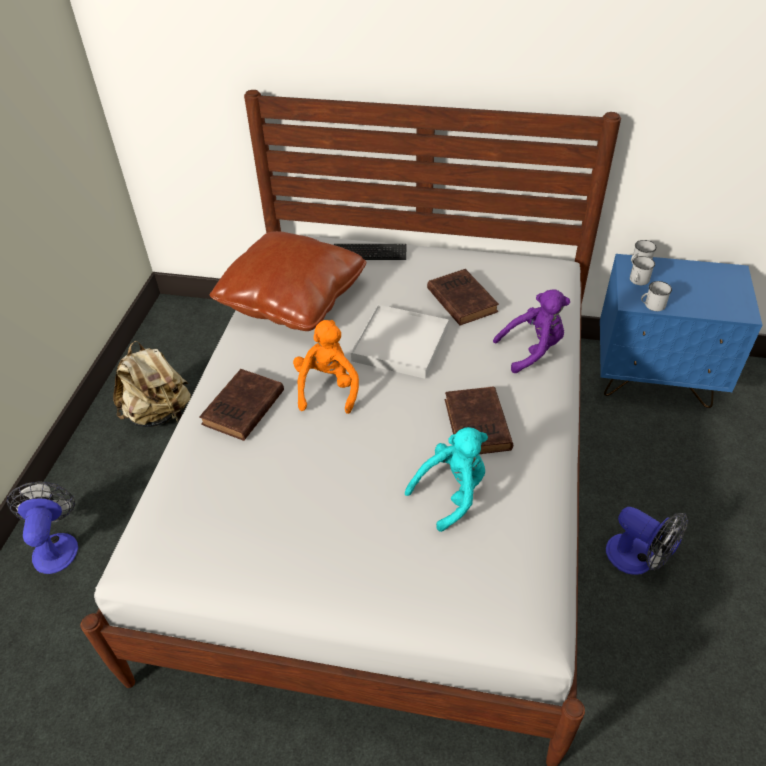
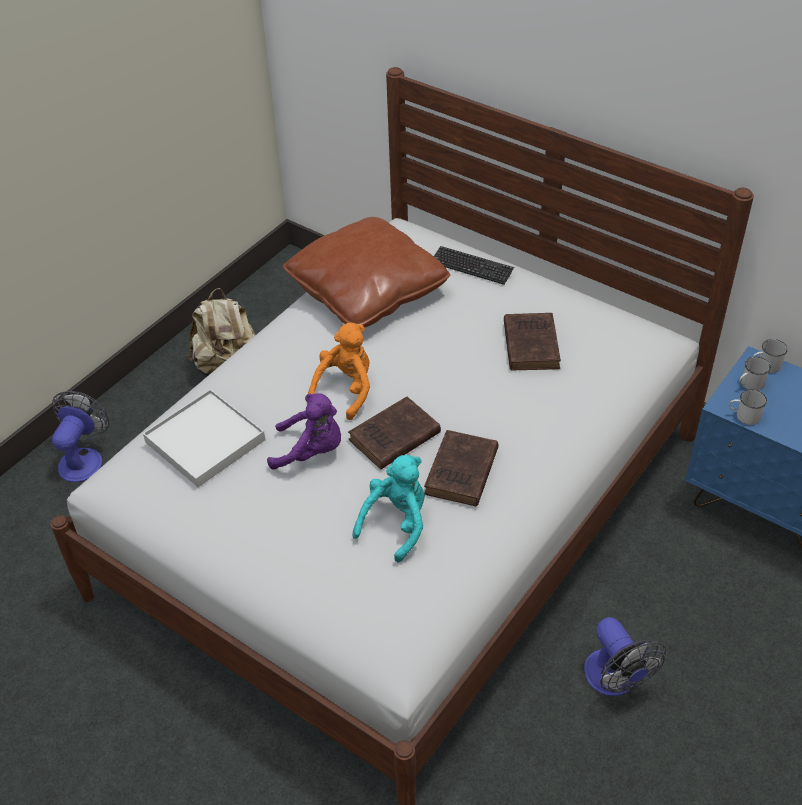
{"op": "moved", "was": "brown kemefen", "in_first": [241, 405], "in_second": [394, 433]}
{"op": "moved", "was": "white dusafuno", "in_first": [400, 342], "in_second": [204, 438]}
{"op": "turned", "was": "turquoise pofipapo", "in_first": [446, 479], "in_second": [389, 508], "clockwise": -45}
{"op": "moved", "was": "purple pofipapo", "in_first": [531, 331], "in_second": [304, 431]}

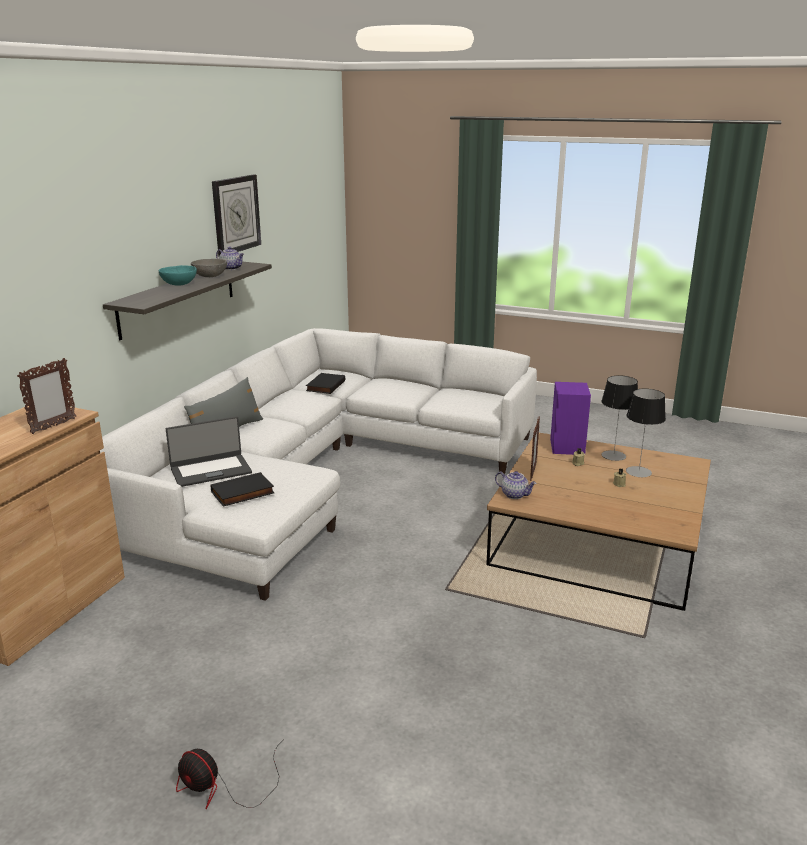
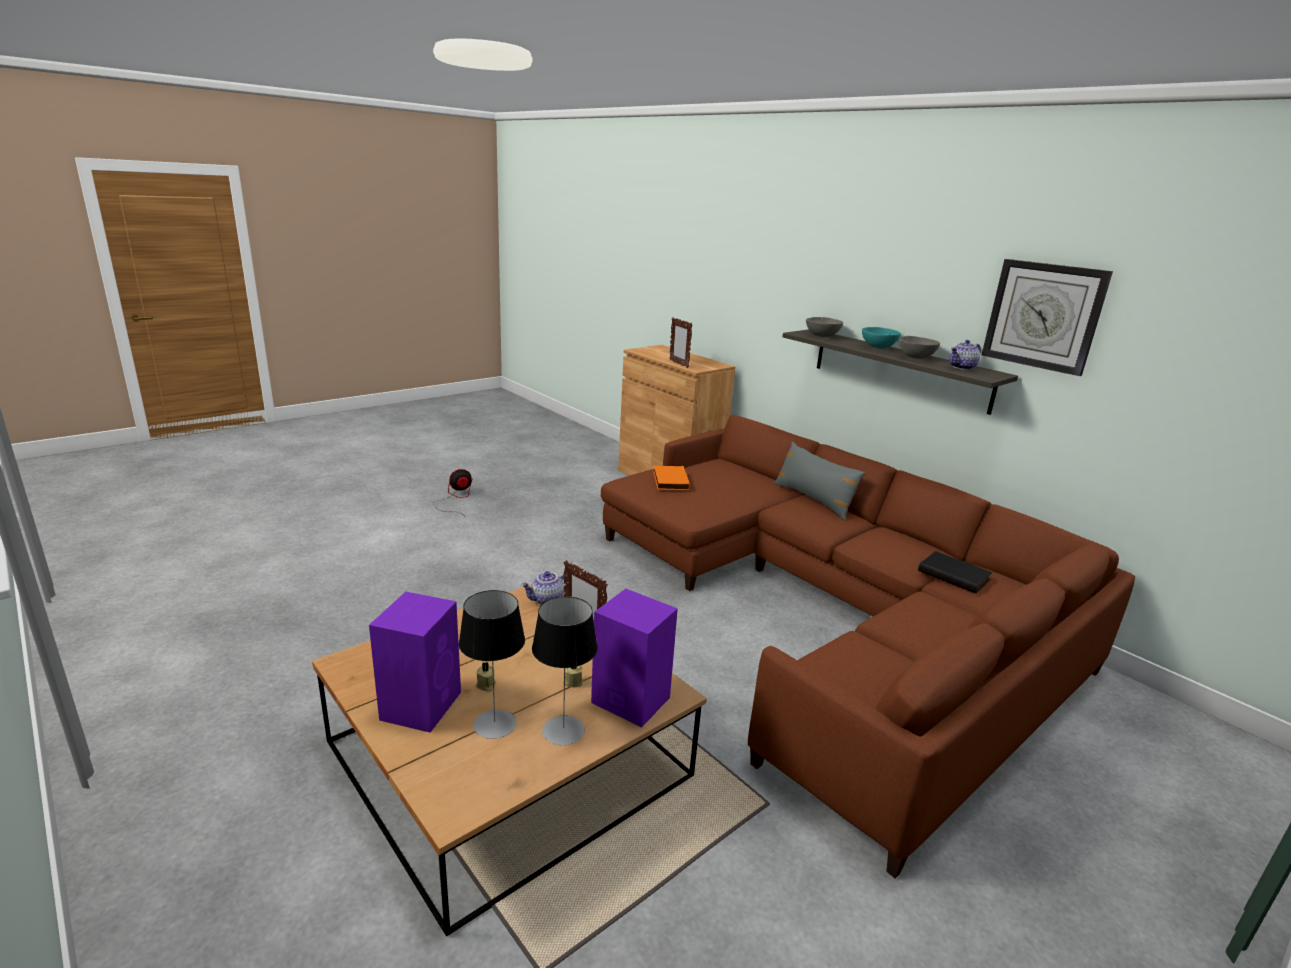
{"op": "recoloured", "was": "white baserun", "now": "brown baserun", "in_first": [318, 464], "in_second": [868, 646]}
{"op": "removed", "was": "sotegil", "in_first": [209, 451]}
{"op": "recoloured", "was": "black kemefen", "now": "orange kemefen", "in_first": [243, 489], "in_second": [671, 478]}
{"op": "added", "now": "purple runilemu", "in_second": [415, 662]}
{"op": "added", "now": "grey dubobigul", "in_second": [824, 327]}

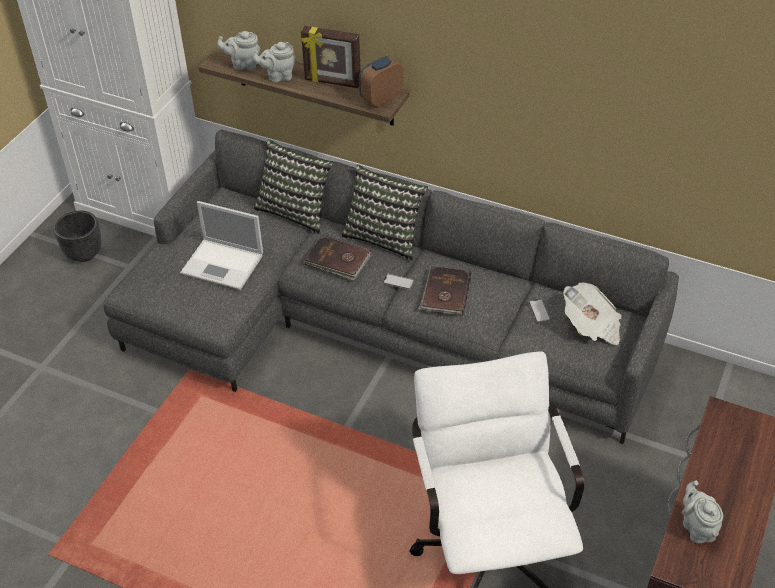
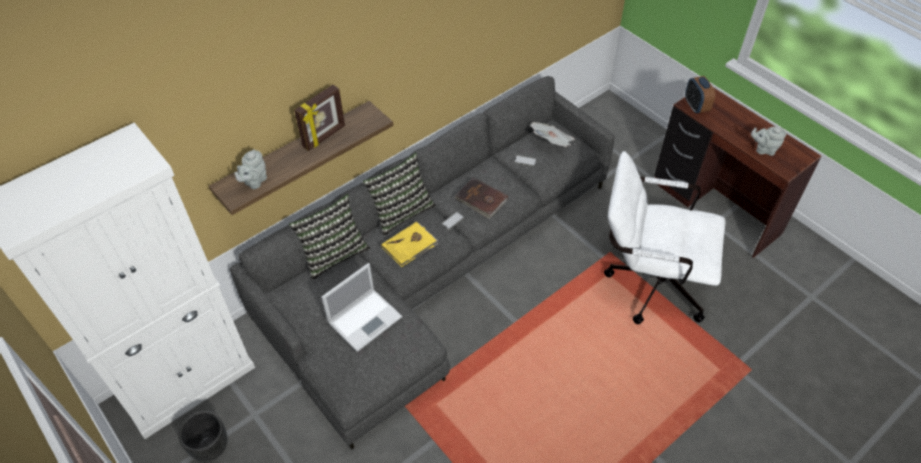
{"op": "removed", "was": "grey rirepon", "in_first": [274, 62]}
{"op": "recoloured", "was": "brown kemefen", "now": "yellow kemefen", "in_first": [337, 258], "in_second": [410, 244]}
{"op": "moved", "was": "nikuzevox", "in_first": [381, 81], "in_second": [700, 94]}

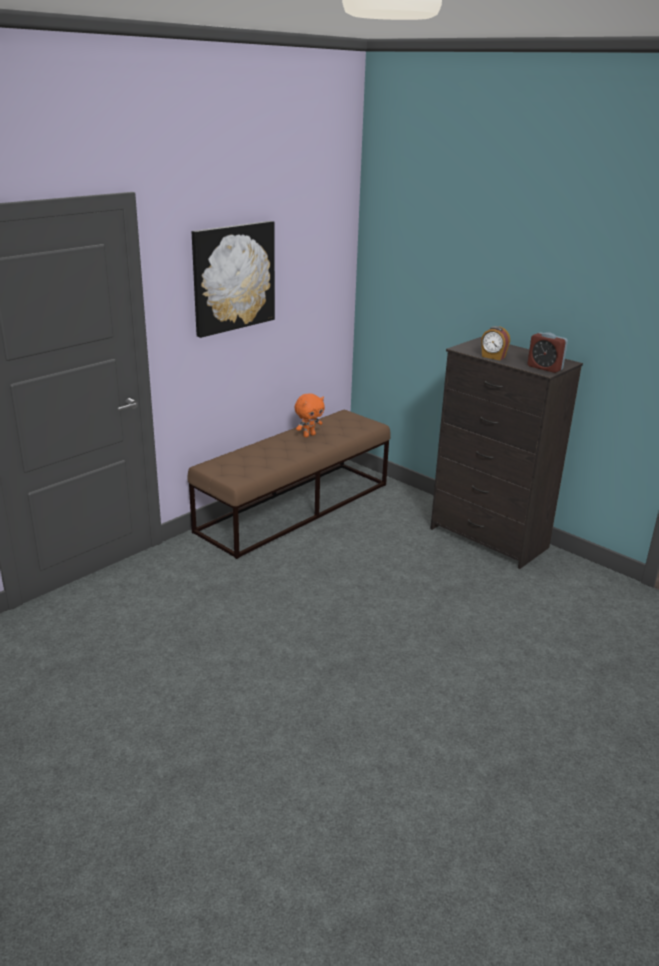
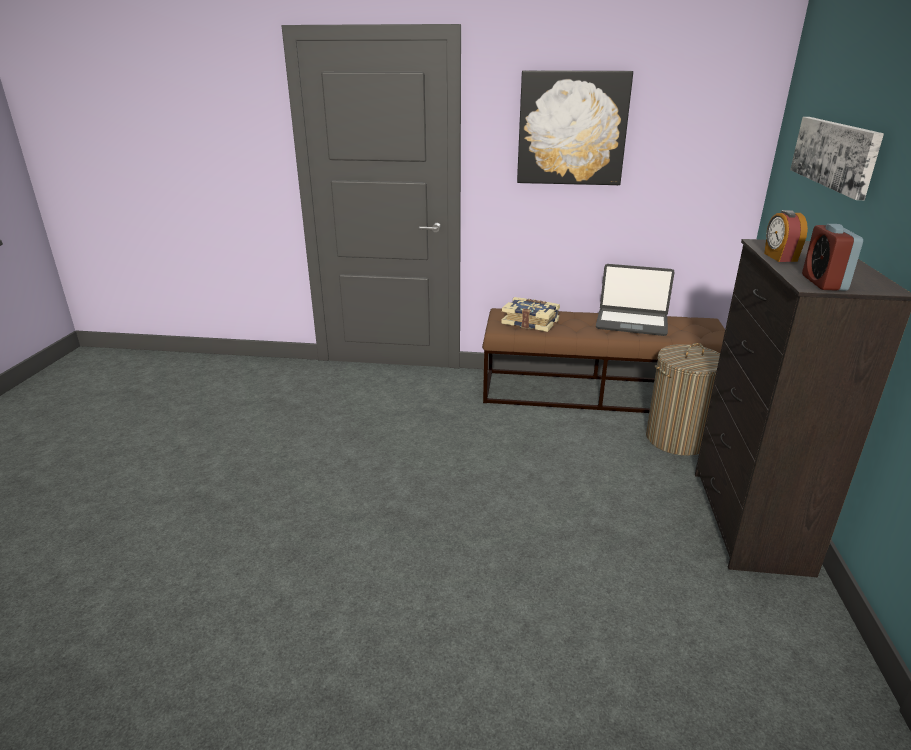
{"op": "replaced", "was": "orange pofipapo", "now": "sotegil", "in_first": [309, 415], "in_second": [635, 300]}
{"op": "added", "now": "kemefen", "in_second": [530, 314]}
{"op": "added", "now": "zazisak", "in_second": [683, 399]}
{"op": "added", "now": "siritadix", "in_second": [837, 158]}

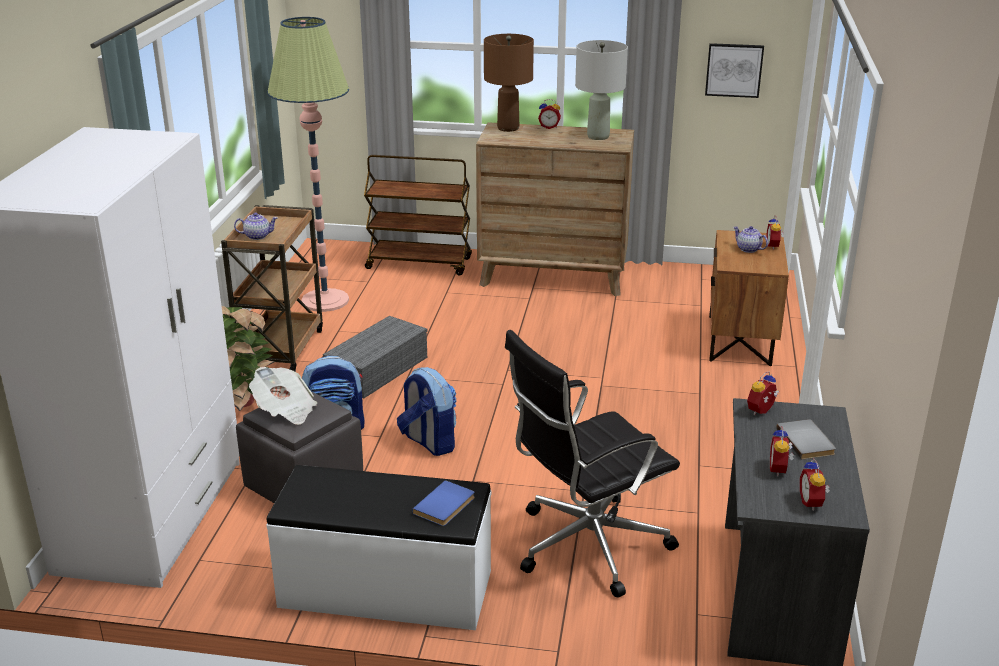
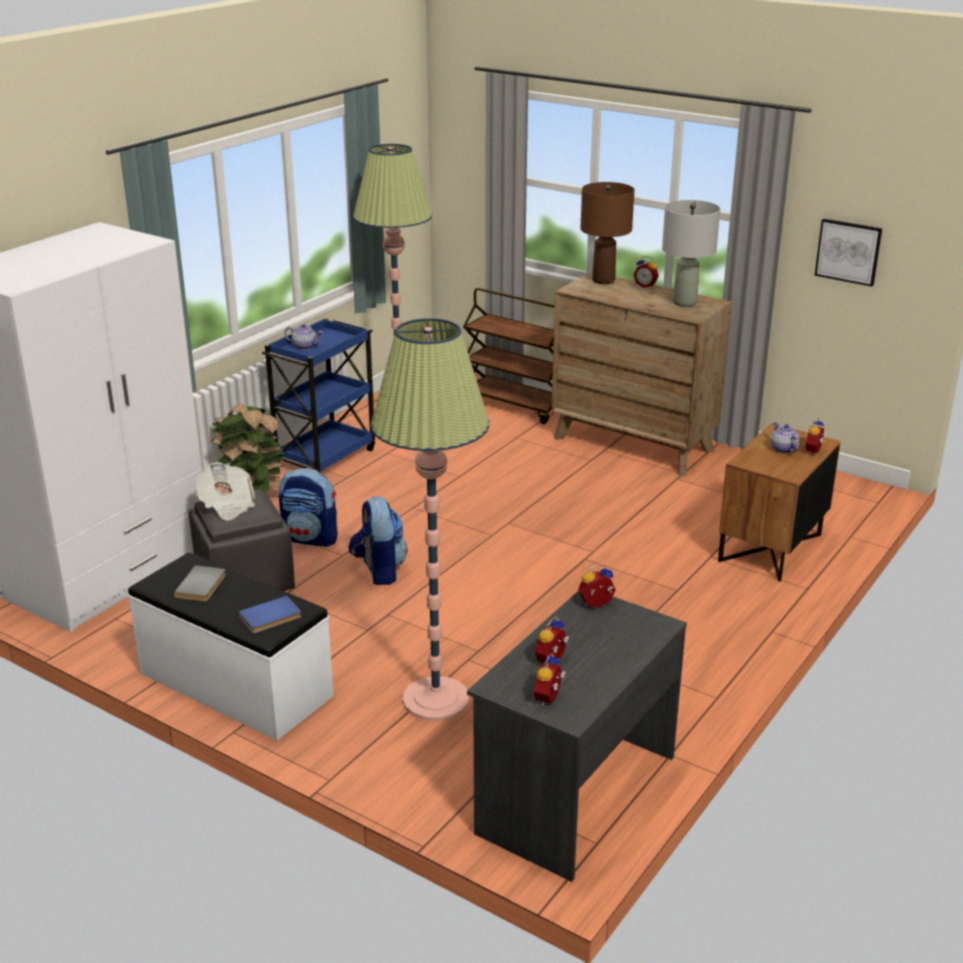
{"op": "recoloured", "was": "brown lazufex", "now": "blue lazufex", "in_first": [272, 288], "in_second": [318, 395]}
{"op": "removed", "was": "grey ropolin", "in_first": [375, 357]}
{"op": "replaced", "was": "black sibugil", "now": "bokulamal", "in_first": [592, 464], "in_second": [430, 519]}
{"op": "moved", "was": "grey kemefen", "in_first": [806, 439], "in_second": [200, 583]}

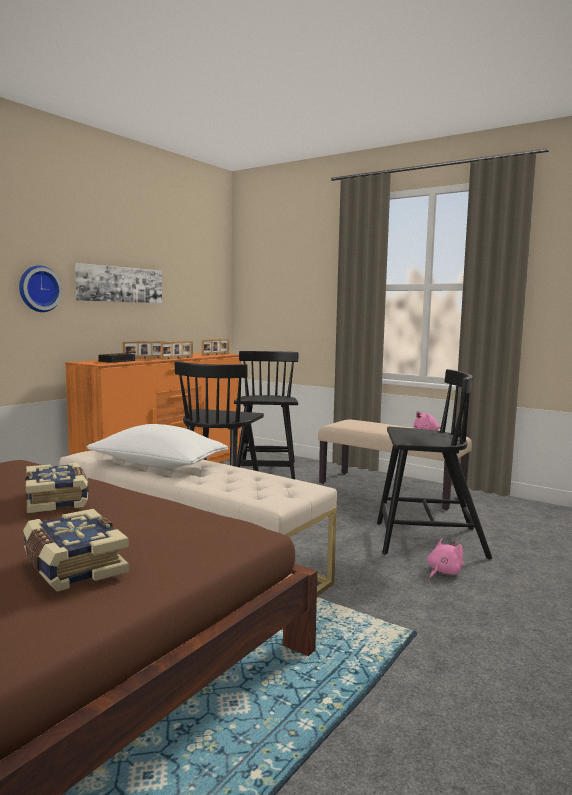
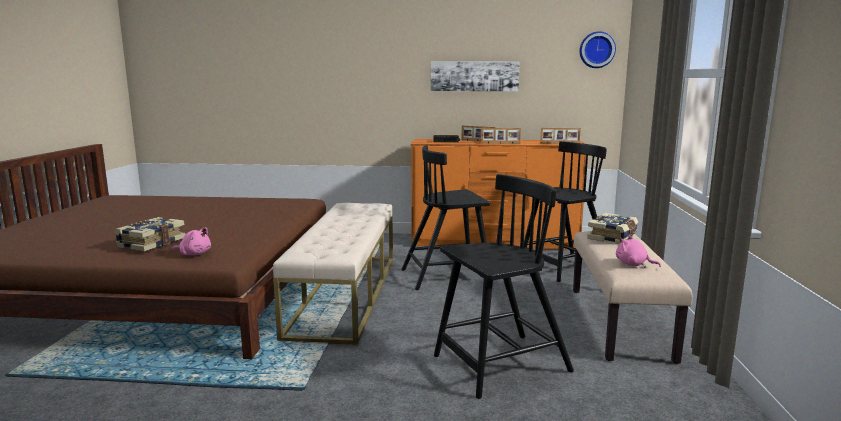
{"op": "moved", "was": "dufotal", "in_first": [40, 288], "in_second": [598, 49]}
{"op": "moved", "was": "kemefen", "in_first": [57, 487], "in_second": [612, 228]}
{"op": "removed", "was": "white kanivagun", "in_first": [157, 446]}
{"op": "turned", "was": "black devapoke", "in_first": [434, 464], "in_second": [504, 286], "clockwise": -90}
{"op": "moved", "was": "pink pofipapo", "in_first": [446, 559], "in_second": [191, 241]}

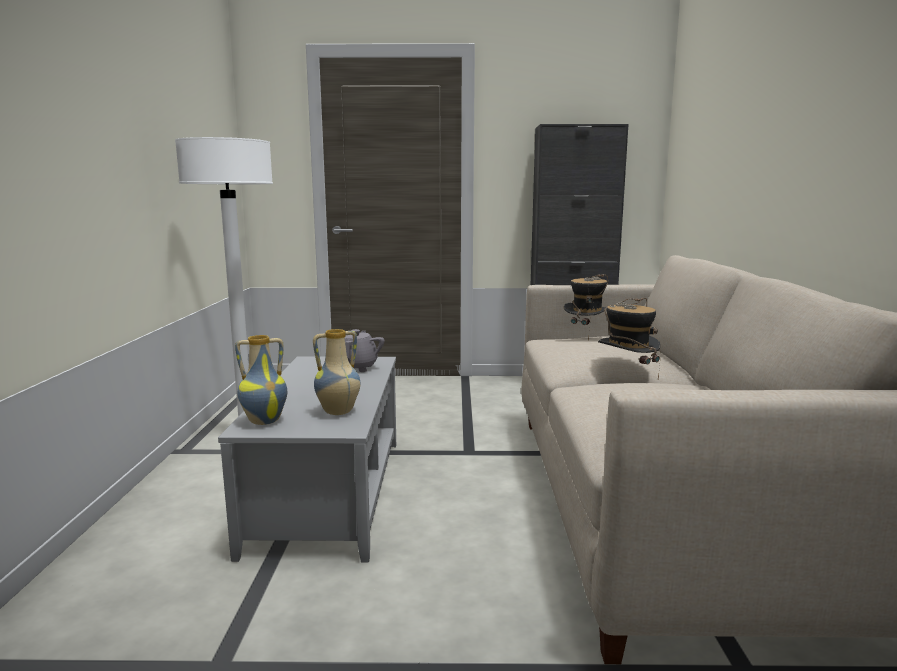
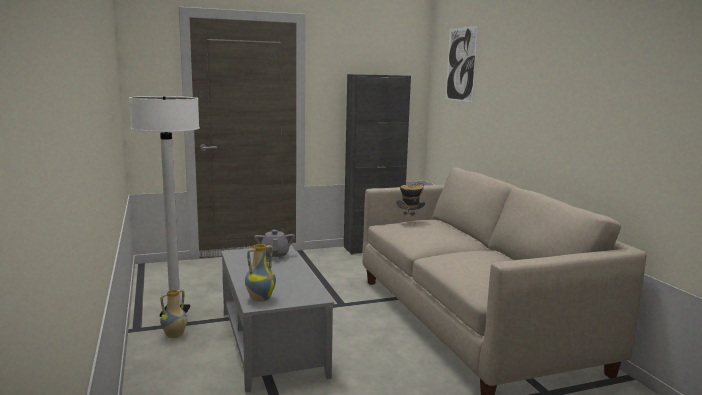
{"op": "moved", "was": "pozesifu", "in_first": [336, 372], "in_second": [174, 314]}
{"op": "removed", "was": "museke", "in_first": [629, 338]}
{"op": "added", "now": "siritadix", "in_second": [462, 64]}

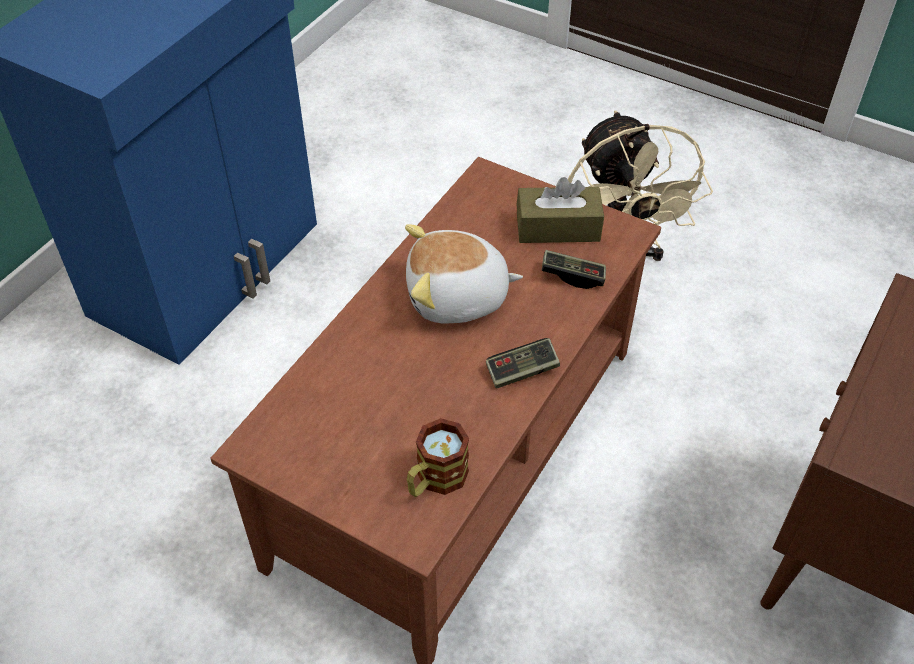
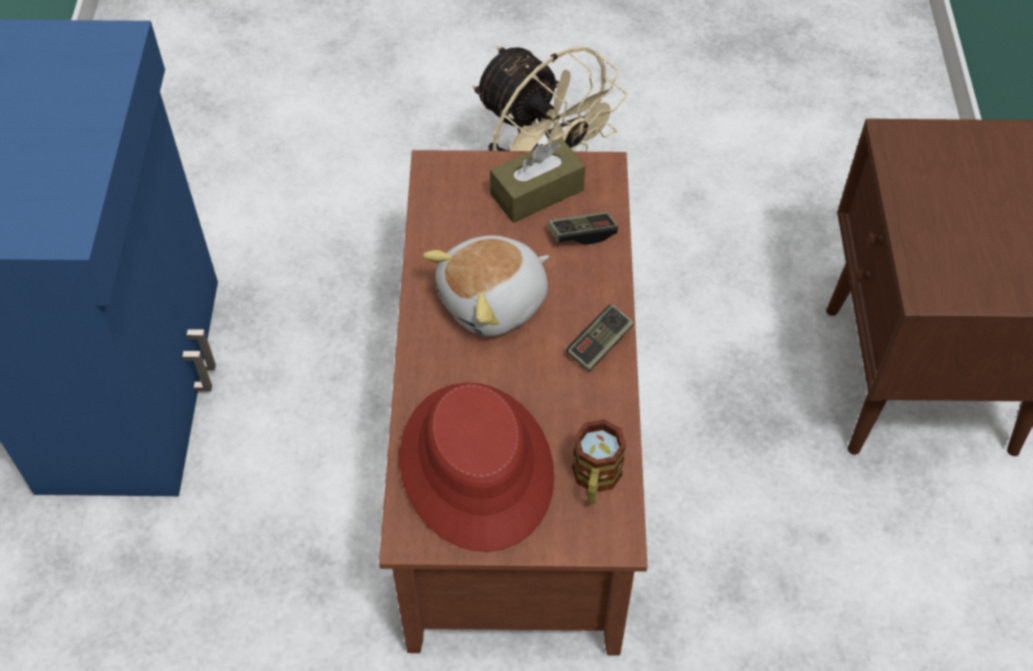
{"op": "added", "now": "red museke", "in_second": [477, 467]}

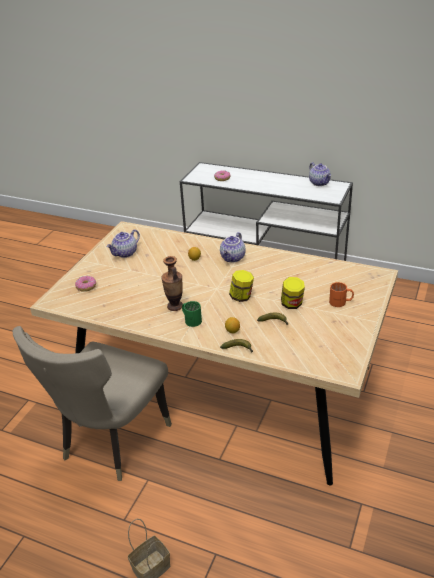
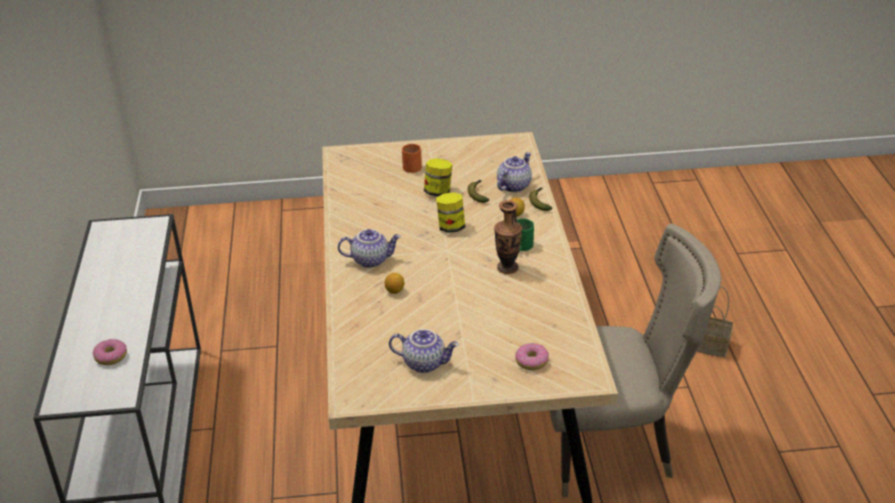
{"op": "moved", "was": "rirepon", "in_first": [320, 174], "in_second": [514, 172]}

